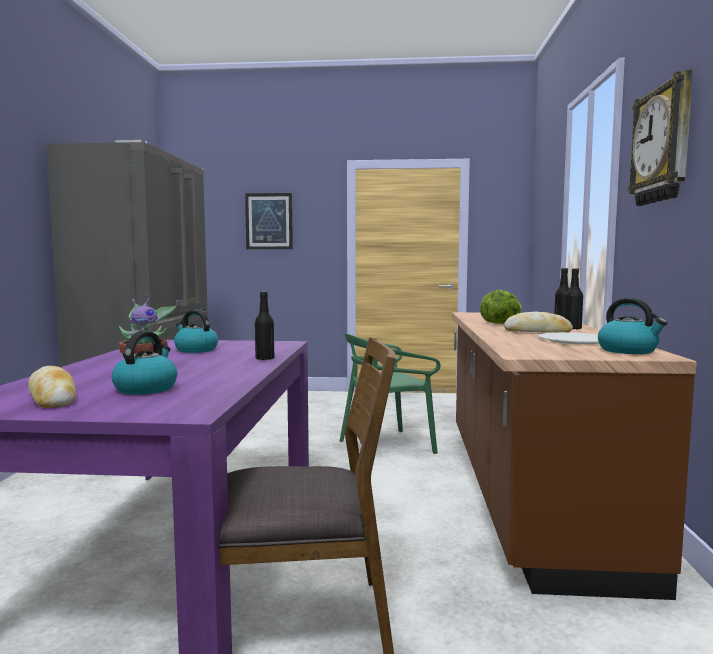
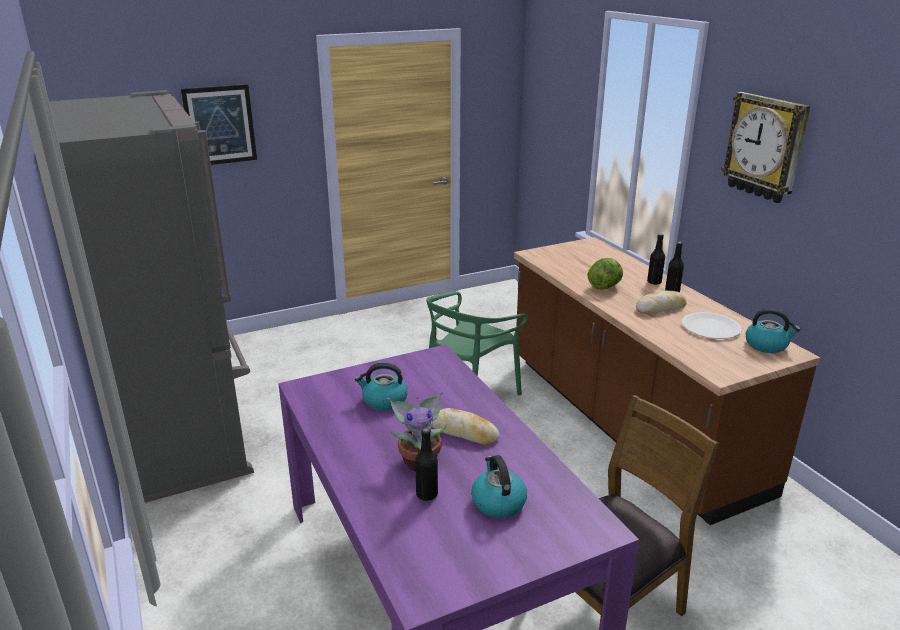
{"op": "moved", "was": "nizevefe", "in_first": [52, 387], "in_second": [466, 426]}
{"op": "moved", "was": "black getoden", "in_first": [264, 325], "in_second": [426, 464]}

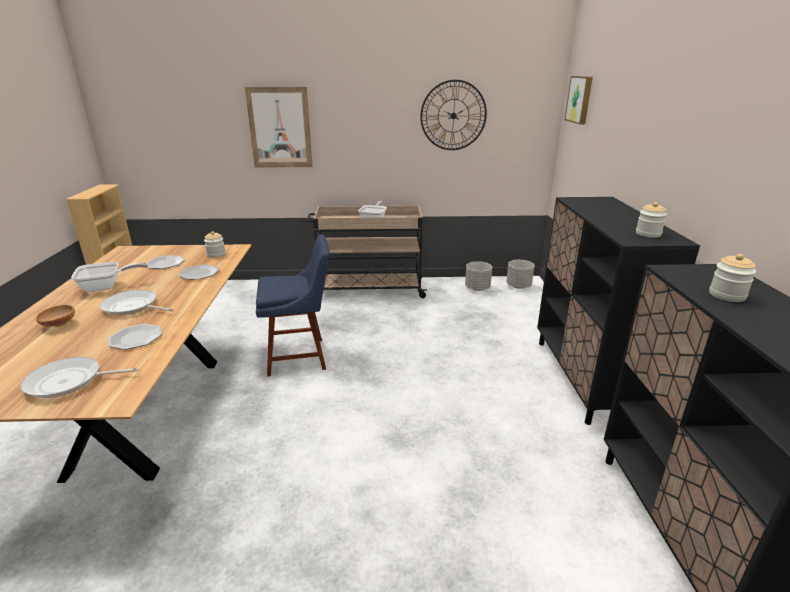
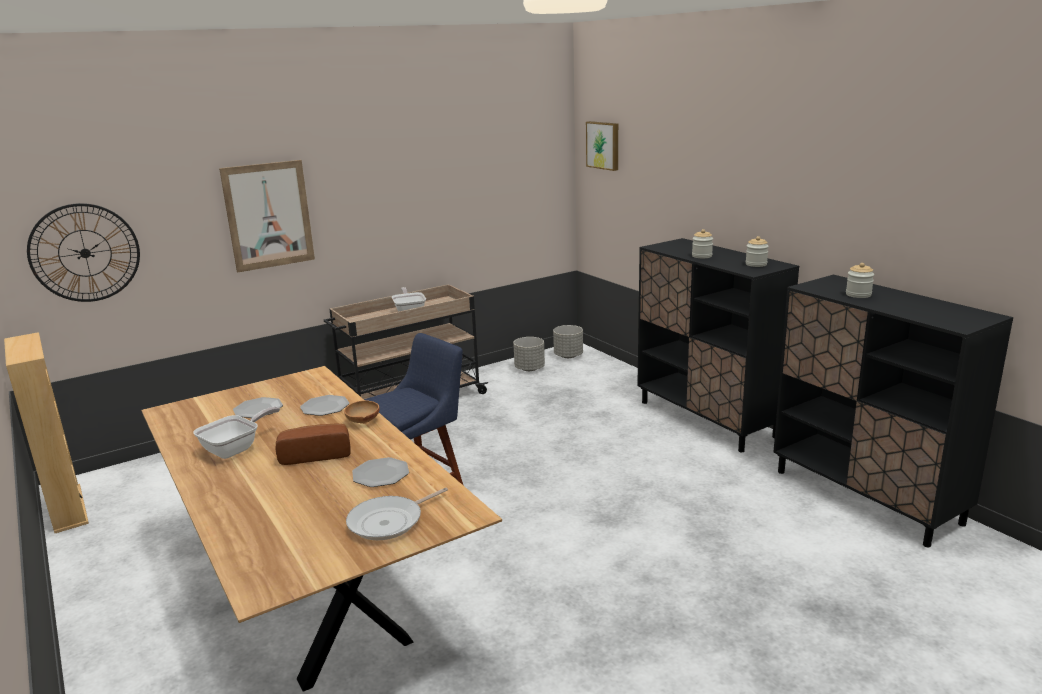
{"op": "moved", "was": "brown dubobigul", "in_first": [55, 316], "in_second": [362, 412]}
{"op": "replaced", "was": "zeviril", "now": "nizevefe", "in_first": [136, 302], "in_second": [313, 444]}
{"op": "moved", "was": "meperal", "in_first": [215, 244], "in_second": [702, 243]}
{"op": "moved", "was": "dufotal", "in_first": [453, 115], "in_second": [83, 252]}

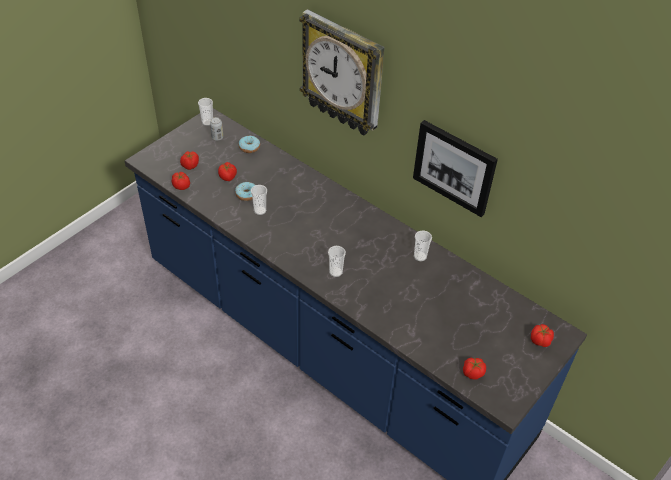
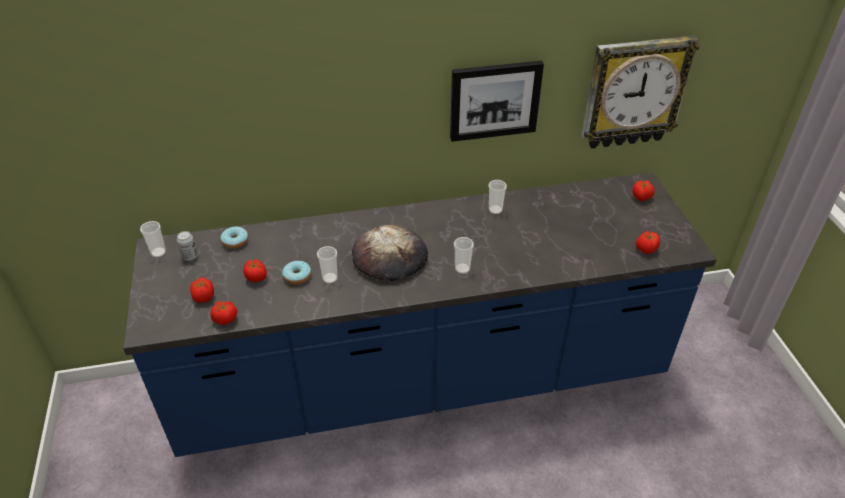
{"op": "moved", "was": "dufotal", "in_first": [342, 72], "in_second": [640, 92]}
{"op": "added", "now": "nizevefe", "in_second": [390, 253]}

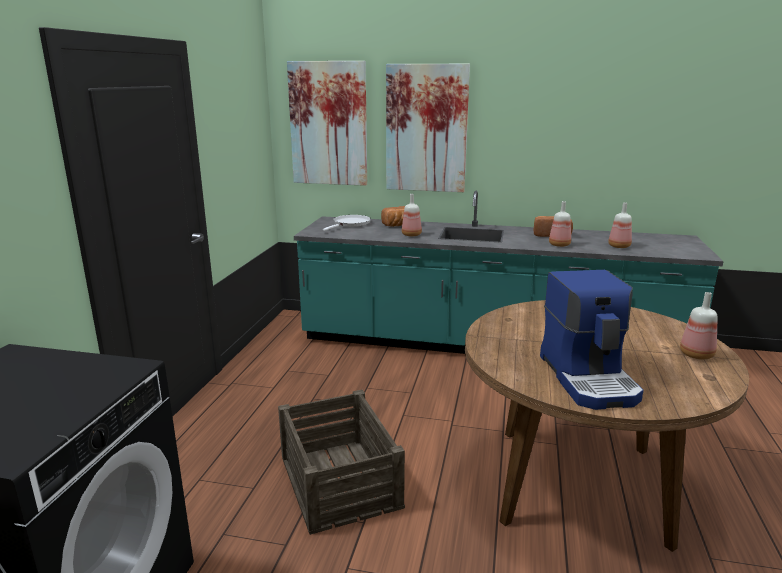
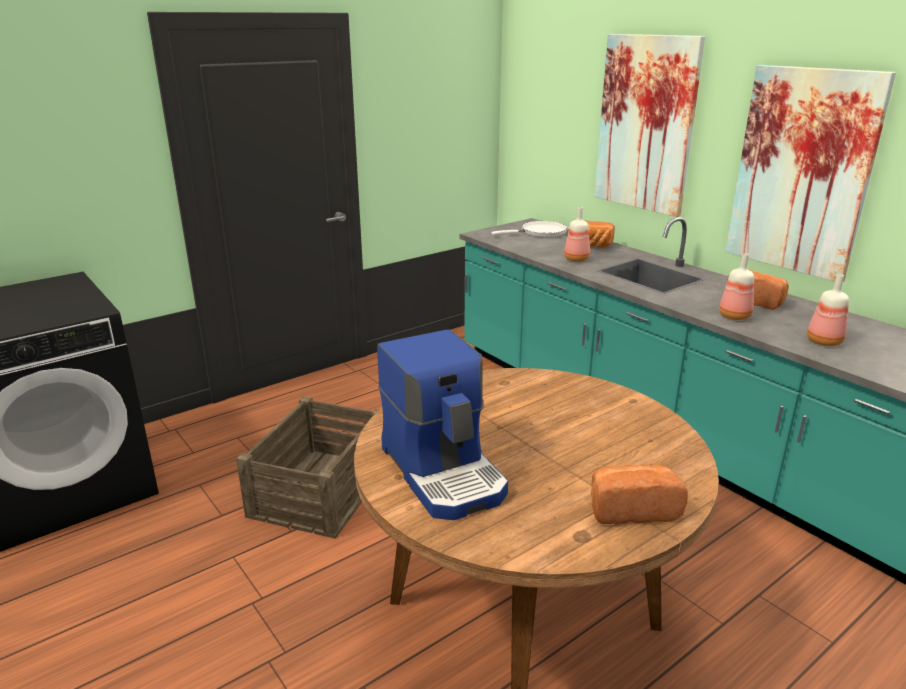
{"op": "moved", "was": "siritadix", "in_first": [327, 123], "in_second": [810, 173]}
{"op": "turned", "was": "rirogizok", "in_first": [591, 340], "in_second": [442, 424], "clockwise": -60}
{"op": "replaced", "was": "getoden", "now": "nizevefe", "in_first": [699, 326], "in_second": [639, 494]}

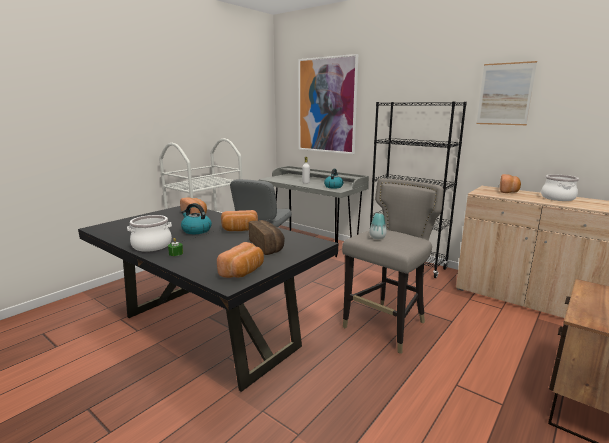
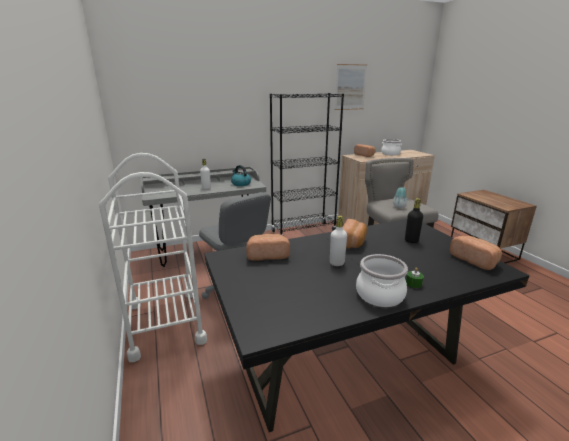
{"op": "replaced", "was": "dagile", "now": "white getoden", "in_first": [196, 218], "in_second": [338, 240]}
{"op": "replaced", "was": "nizevefe", "now": "black getoden", "in_first": [267, 237], "in_second": [414, 220]}
{"op": "removed", "was": "siritadix", "in_first": [328, 104]}

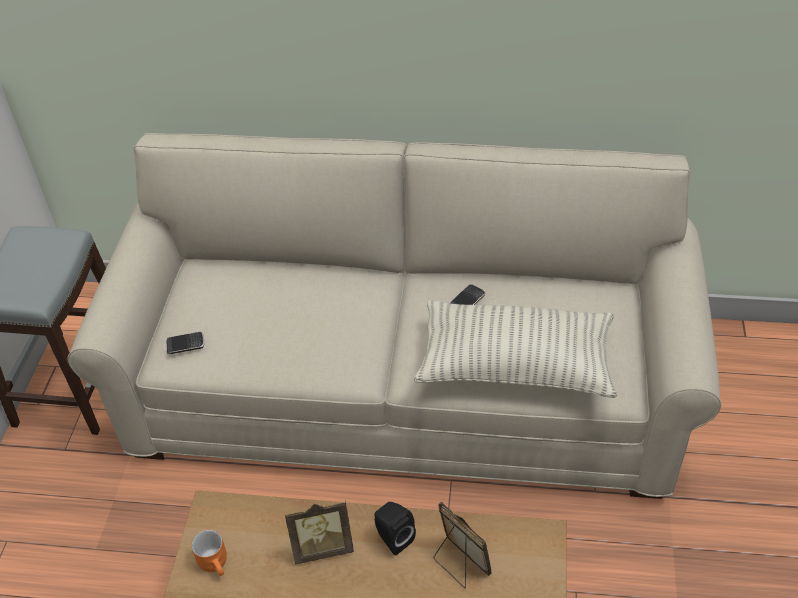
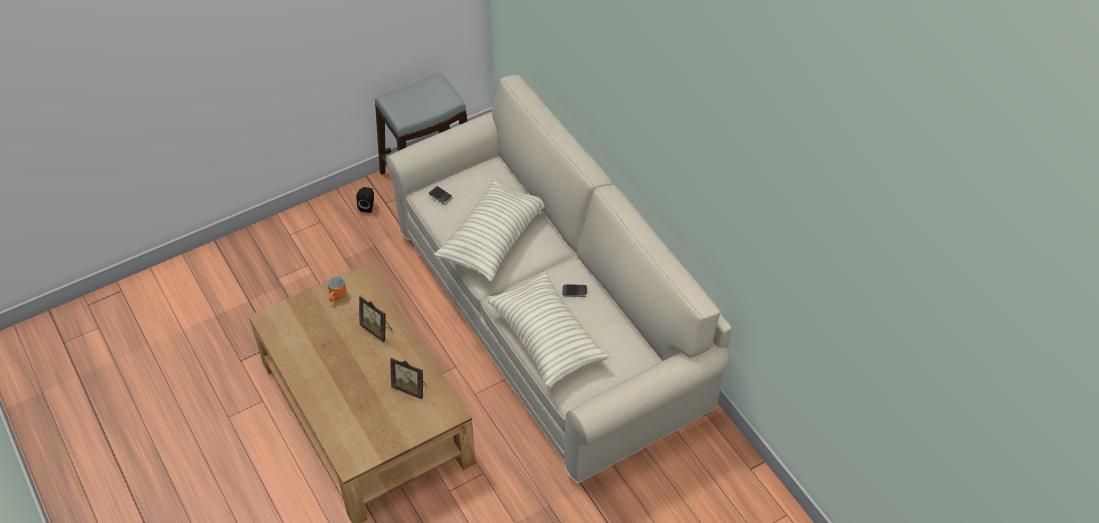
{"op": "moved", "was": "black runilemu", "in_first": [395, 528], "in_second": [365, 200]}
{"op": "turned", "was": "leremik", "in_first": [462, 545], "in_second": [408, 378], "clockwise": 105}
{"op": "added", "now": "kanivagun", "in_second": [489, 230]}

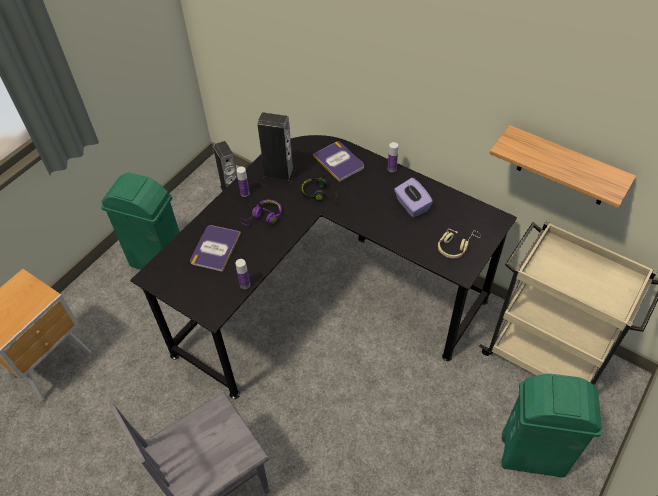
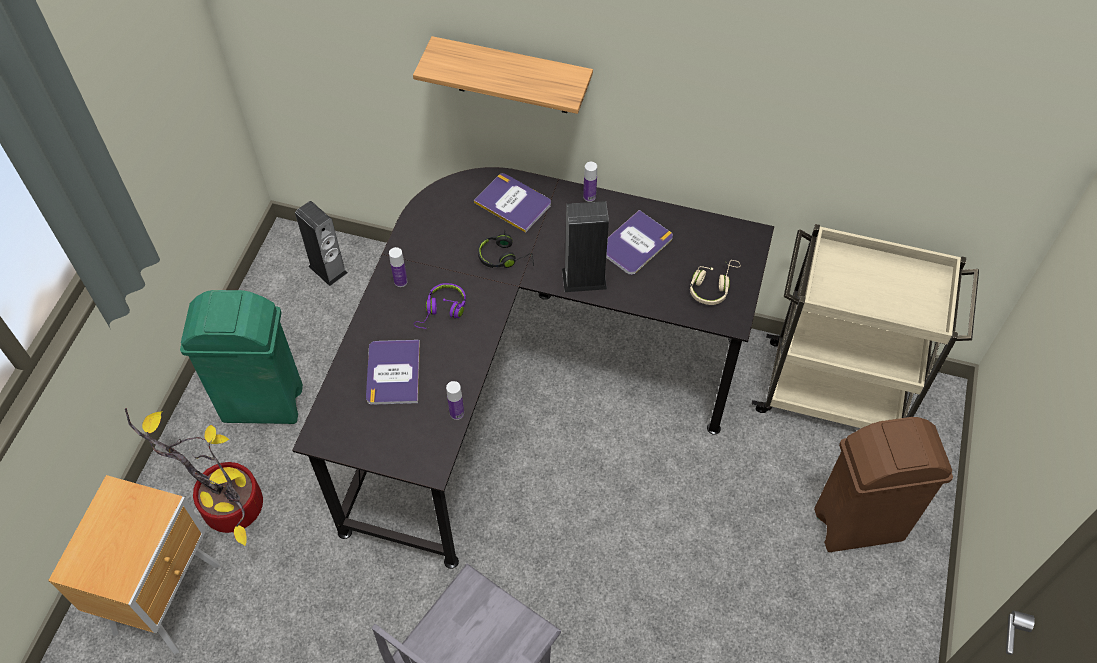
{"op": "moved", "was": "runilemu", "in_first": [276, 148], "in_second": [585, 246]}
{"op": "replaced", "was": "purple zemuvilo", "now": "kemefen", "in_first": [413, 198], "in_second": [640, 242]}
{"op": "moved", "was": "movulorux", "in_first": [563, 166], "in_second": [503, 75]}
{"op": "recoloured", "was": "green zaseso", "now": "brown zaseso", "in_first": [551, 425], "in_second": [883, 484]}
{"op": "added", "now": "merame", "in_second": [194, 477]}

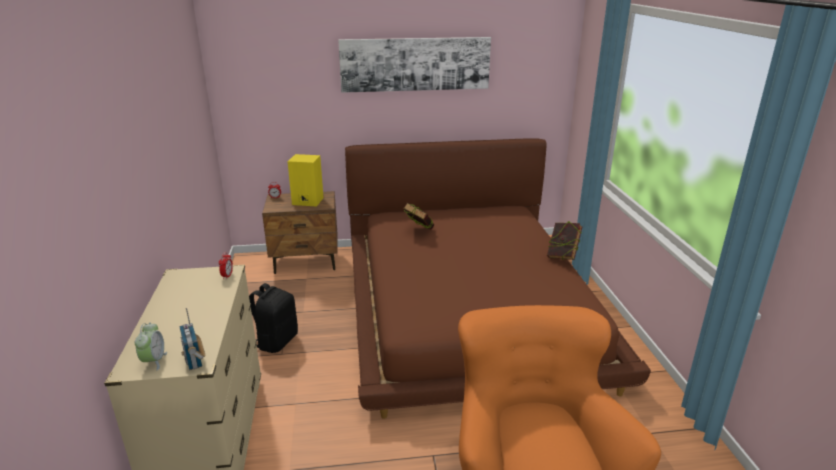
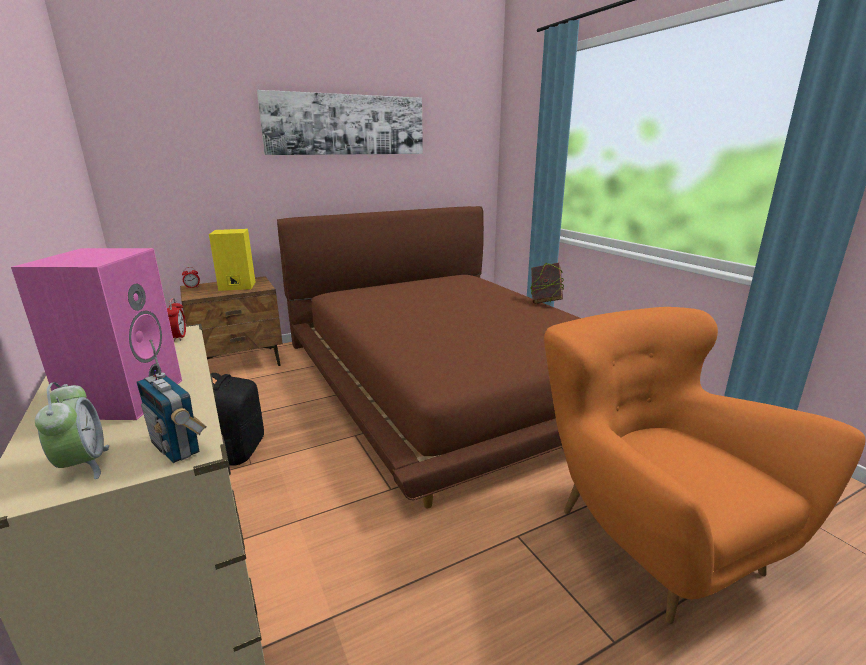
{"op": "removed", "was": "kemefen", "in_first": [418, 216]}
{"op": "added", "now": "pink runilemu", "in_second": [96, 334]}

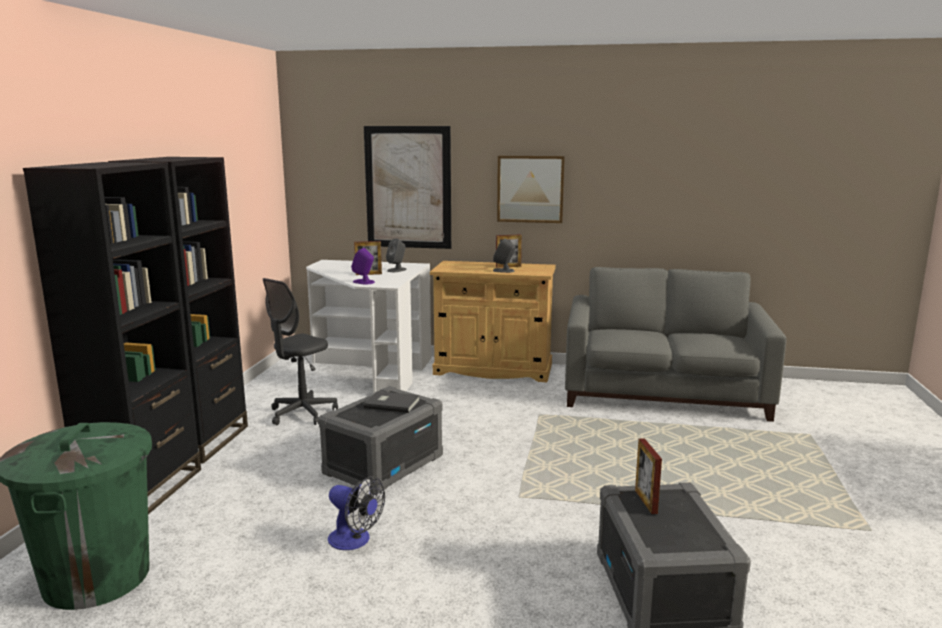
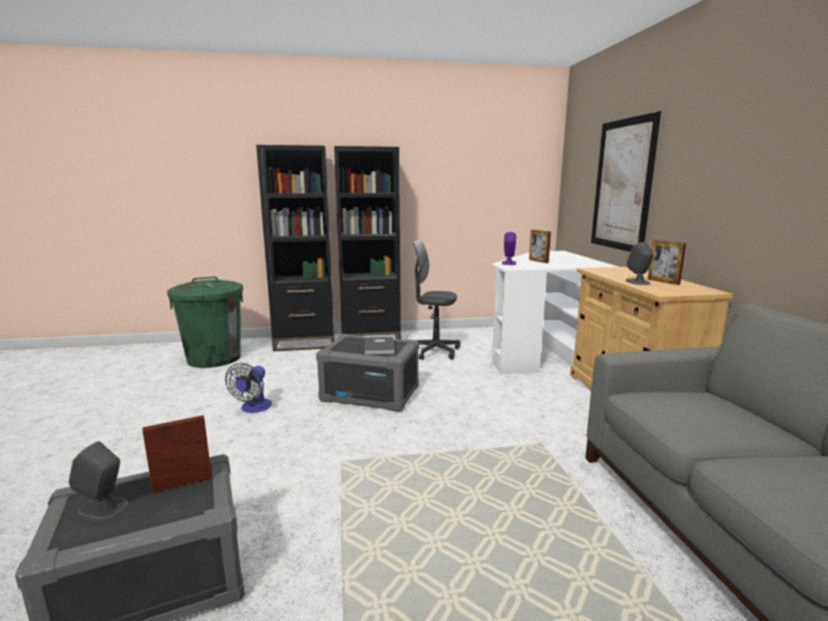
{"op": "moved", "was": "grey runilemu", "in_first": [396, 255], "in_second": [99, 481]}
{"op": "removed", "was": "siritadix", "in_first": [531, 189]}

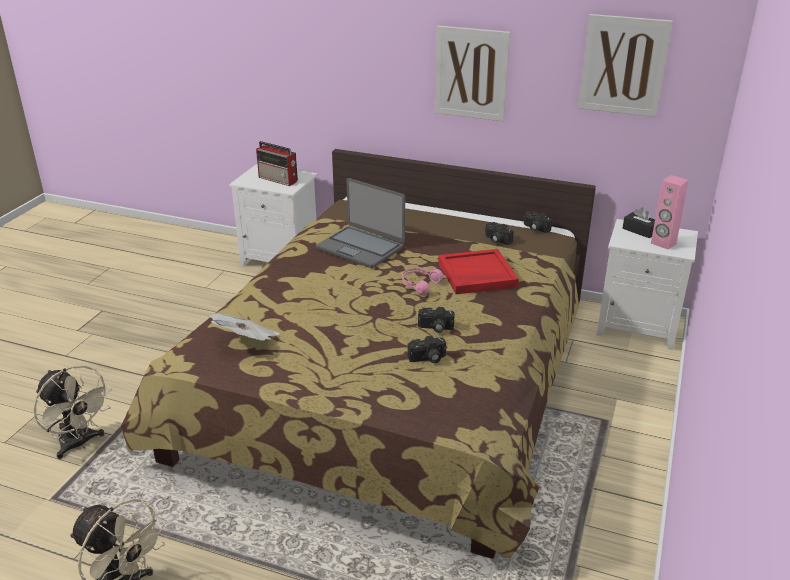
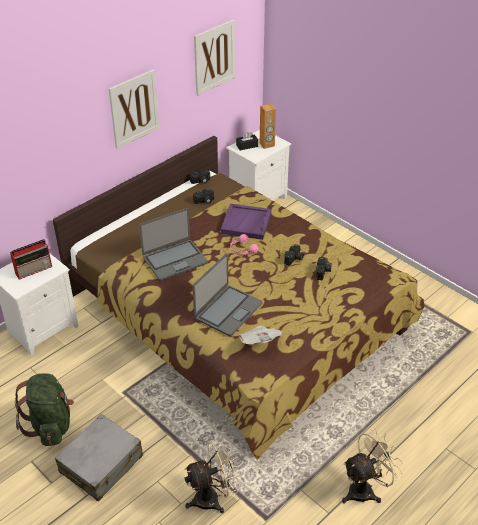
{"op": "recoloured", "was": "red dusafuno", "now": "purple dusafuno", "in_first": [478, 271], "in_second": [246, 222]}
{"op": "recoloured", "was": "pink runilemu", "now": "brown runilemu", "in_first": [670, 212], "in_second": [268, 126]}
{"op": "added", "now": "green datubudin", "in_second": [44, 409]}
{"op": "added", "now": "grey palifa", "in_second": [99, 457]}
{"op": "added", "now": "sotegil", "in_second": [227, 294]}

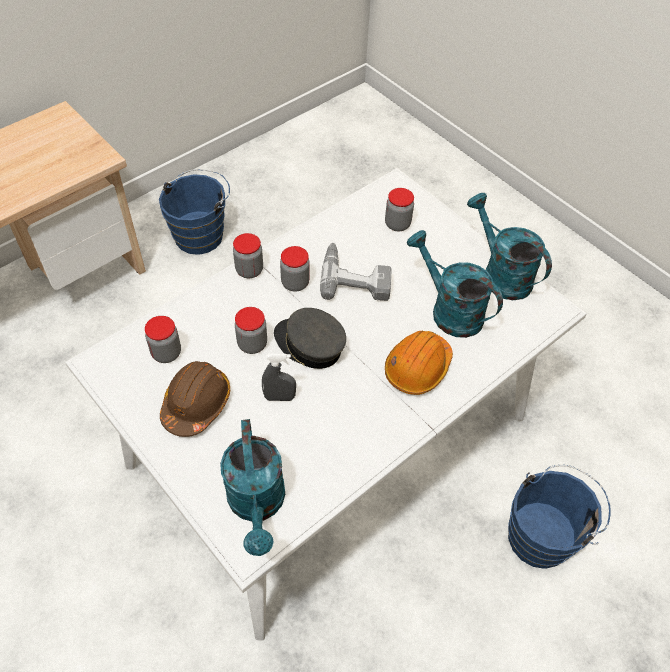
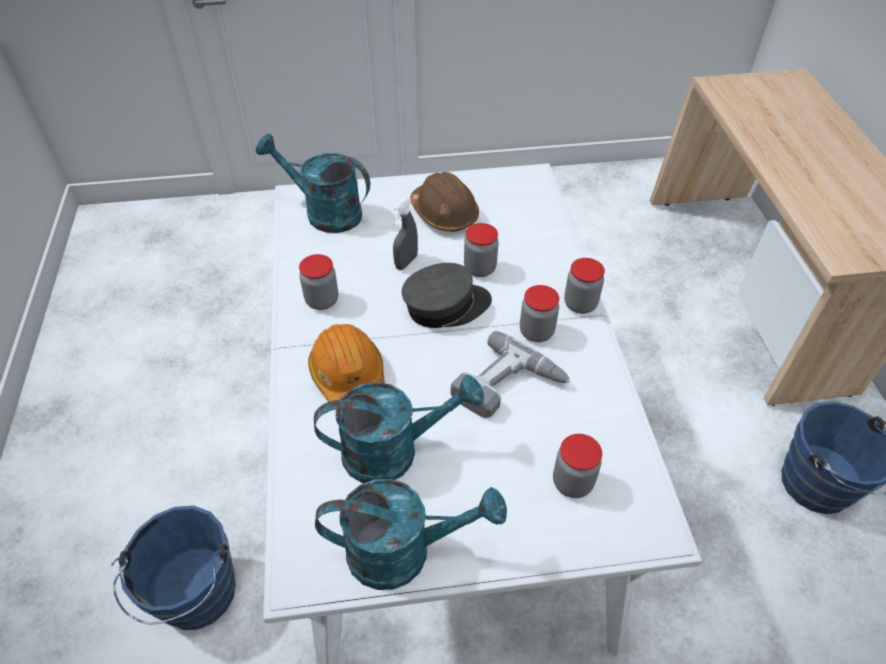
{"op": "moved", "was": "meperal", "in_first": [163, 339], "in_second": [318, 282]}

